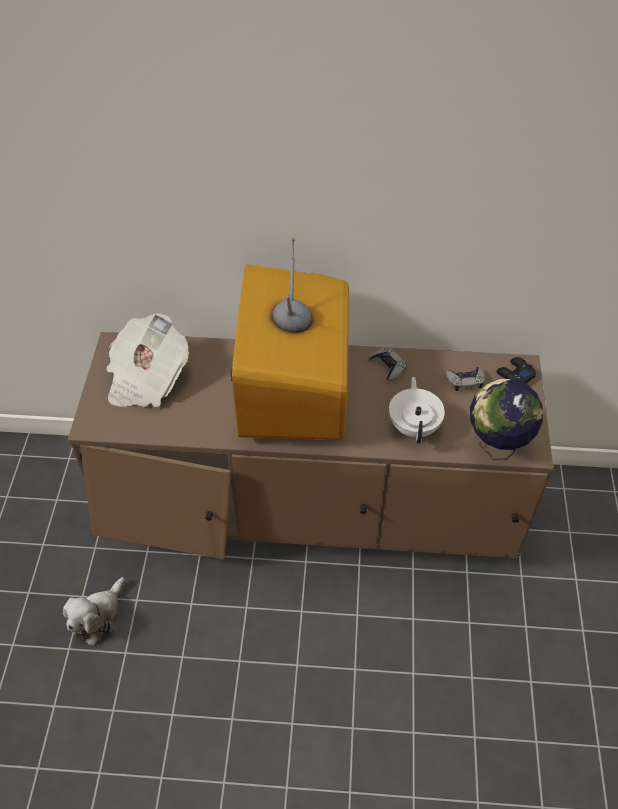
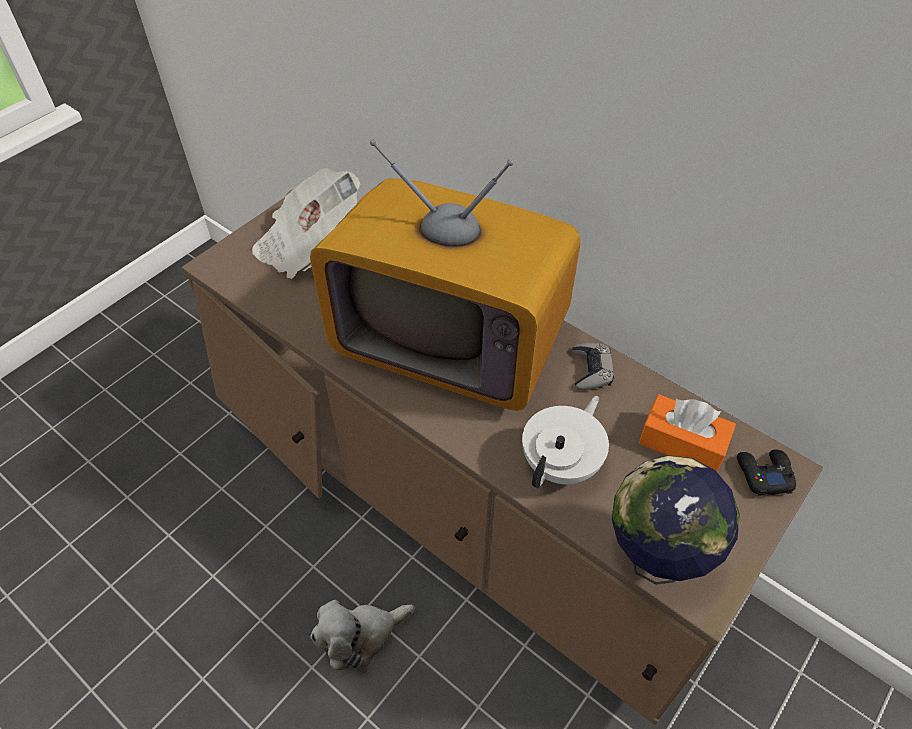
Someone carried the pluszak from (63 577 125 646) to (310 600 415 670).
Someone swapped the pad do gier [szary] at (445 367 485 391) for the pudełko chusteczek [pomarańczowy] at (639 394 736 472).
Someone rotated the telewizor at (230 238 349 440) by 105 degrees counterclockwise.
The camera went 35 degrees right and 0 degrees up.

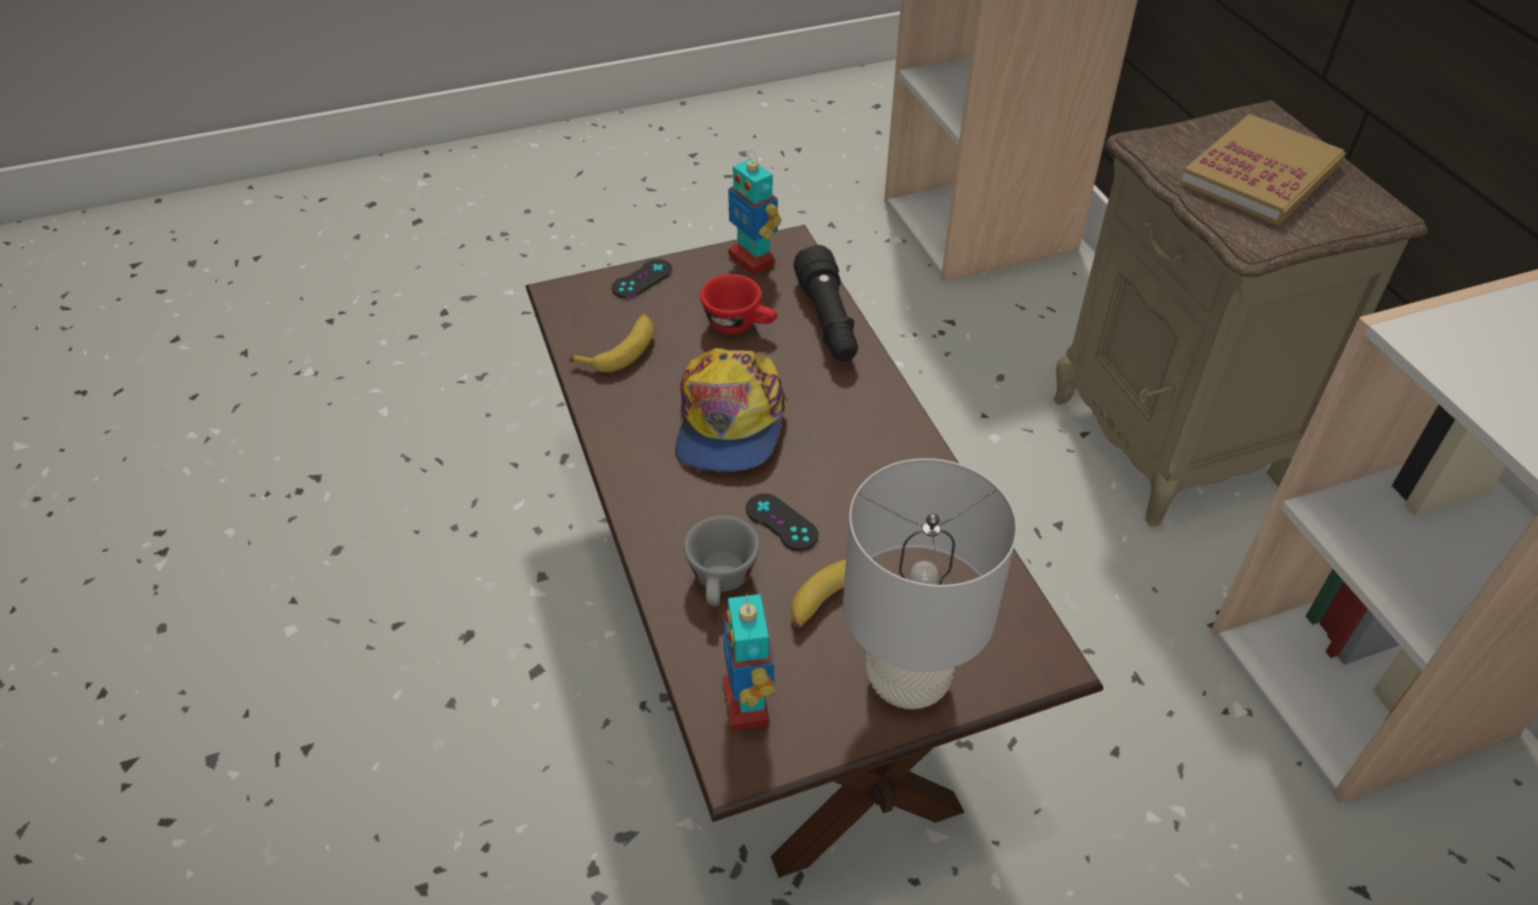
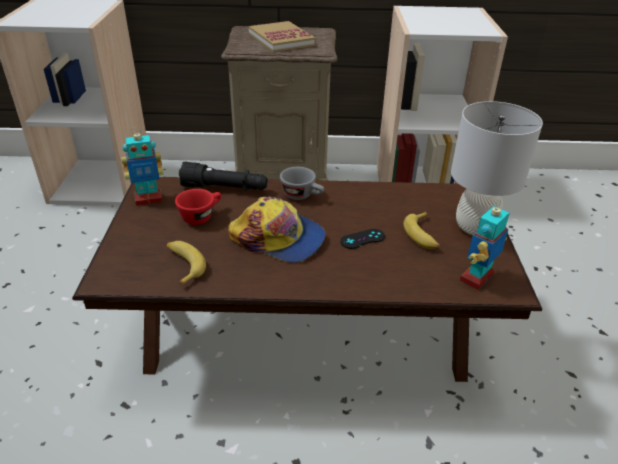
Someone took away the pad do gier [czarny] at (612 259 673 298).
Someone carried the filiżanka [szary] from (684 516 760 606) to (280 167 324 200).
Someone rotated the robot zabawkowy at (723 594 774 731) by 120 degrees clockwise.
The camera went 70 degrees left and 10 degrees down.

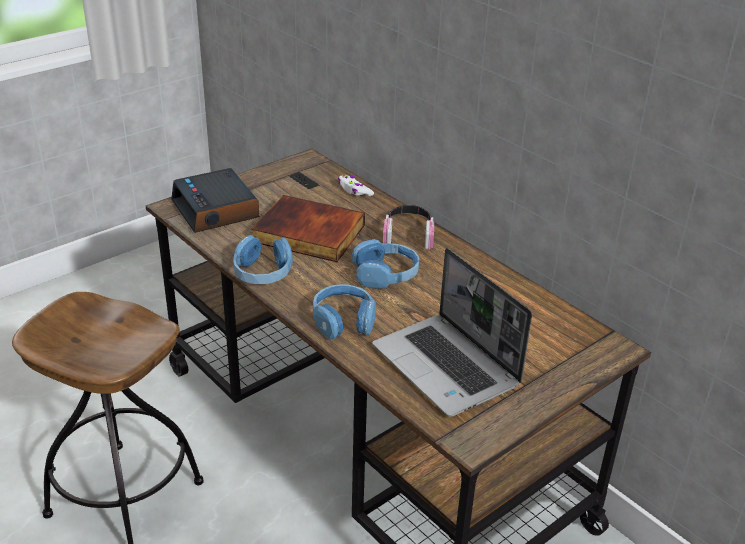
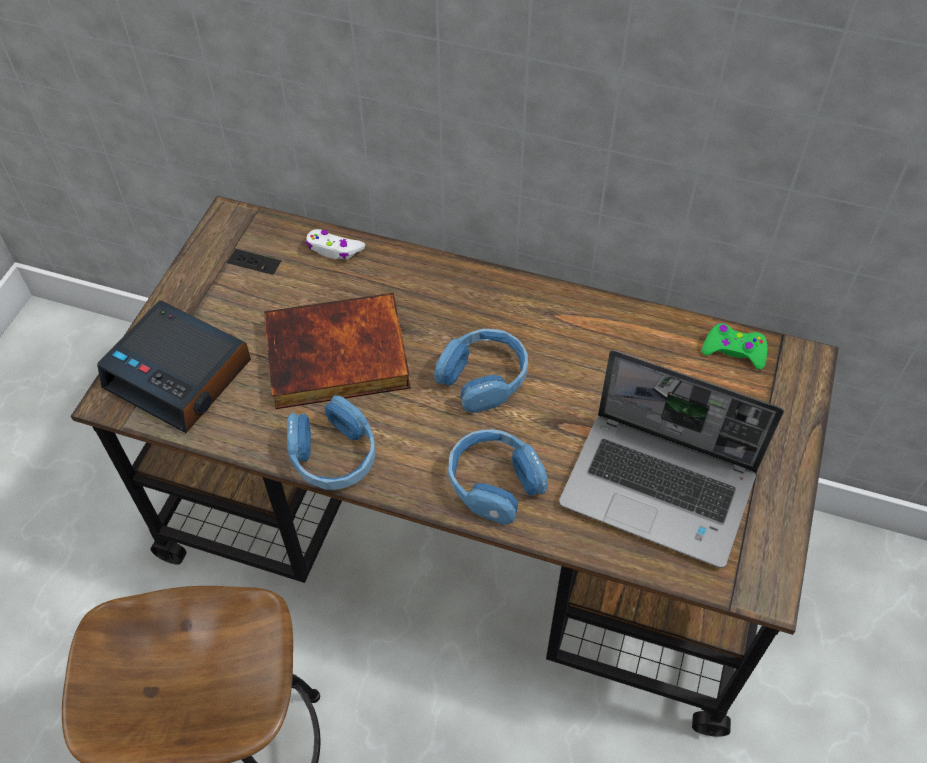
Someone took away the słuchawki at (383 205 434 250).
Someone put down the pad do gier [zielony] at (702 323 767 370).
The camera went 30 degrees left and 20 degrees up.

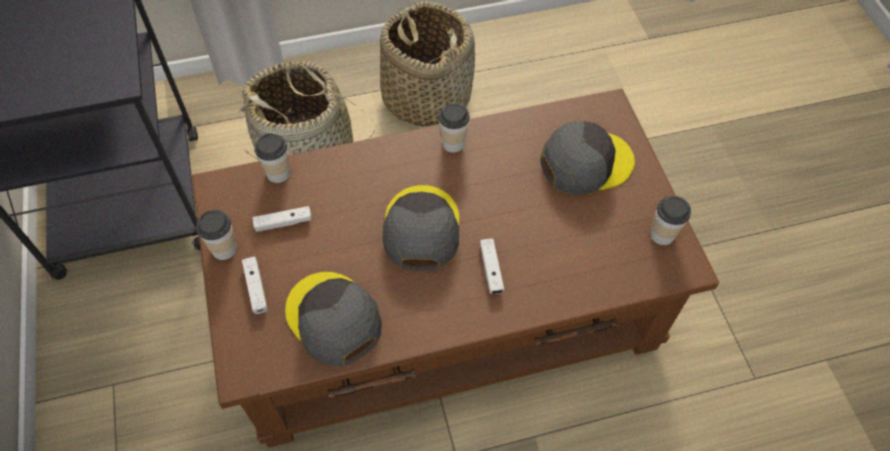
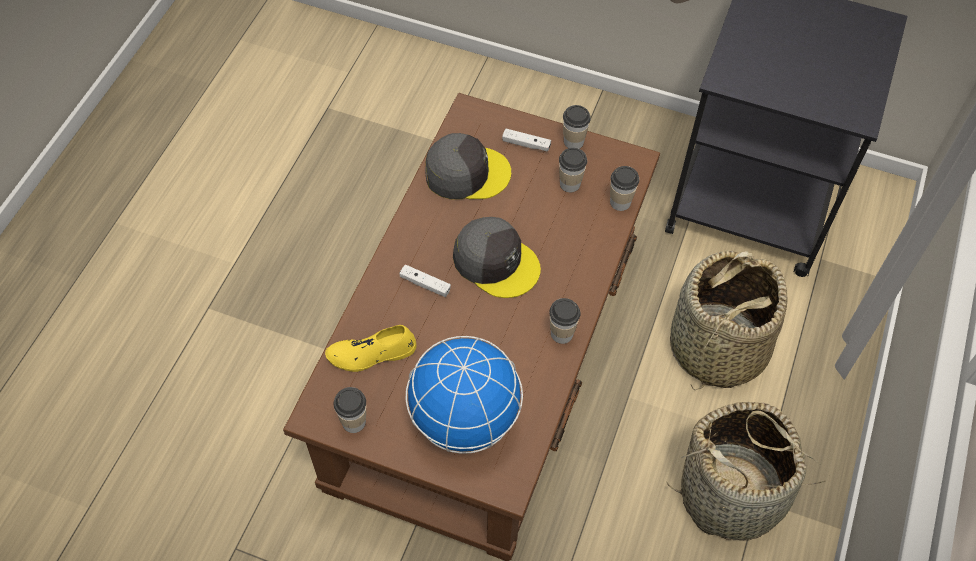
Someone put down the but [żółty] at (325 325 416 372).
Someone swapped the pad do gier [biały] at (253 206 312 232) for the filiżanka at (559 148 587 192).
Someone swapped the czapka z daszkiem [szary] at (541 121 635 195) for the globus at (406 336 523 454).
The camera went 125 degrees right and 0 degrees up.

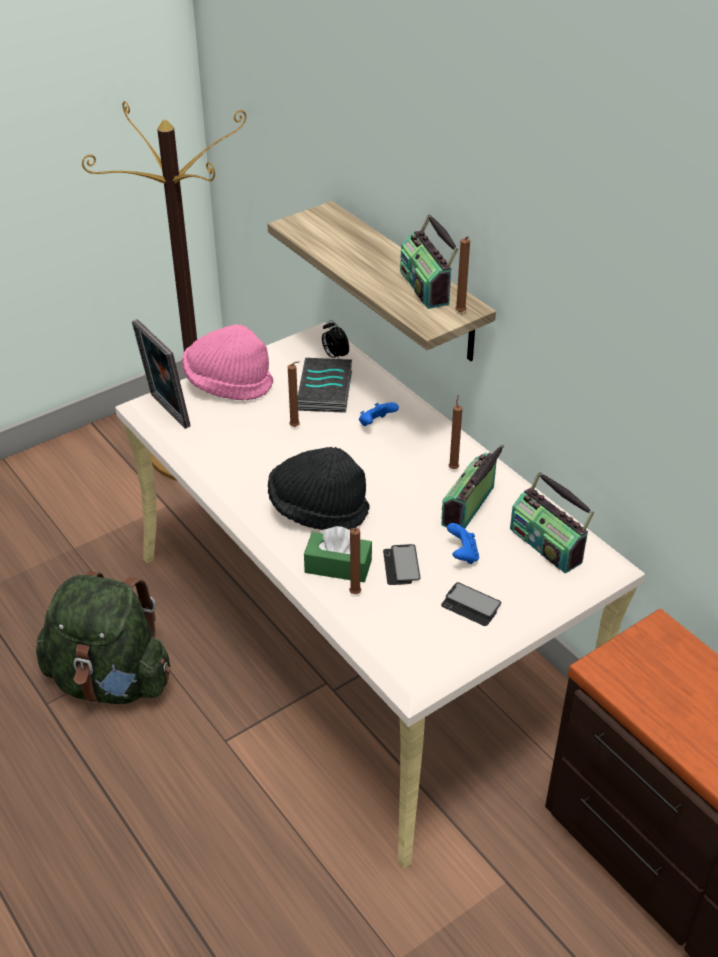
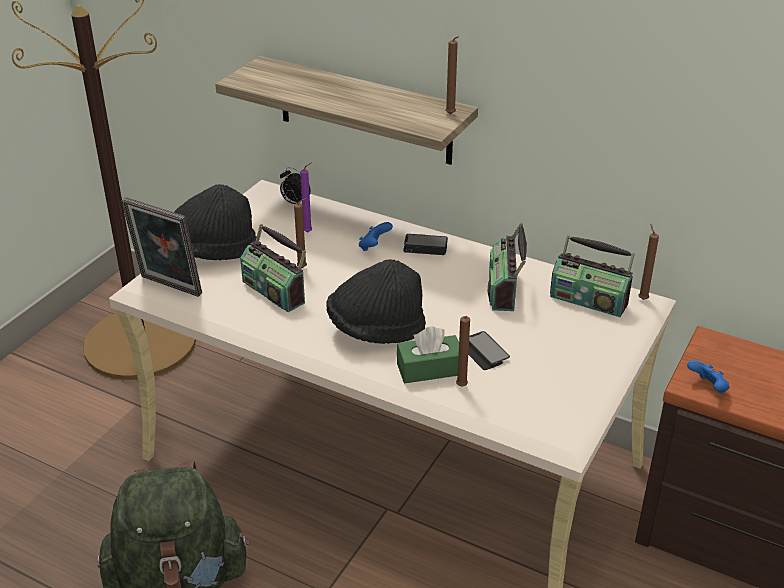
Someone carried the radio from (400 214 458 309) to (240 224 306 312).
Someone carried the telefon from (441 582 501 626) to (403 234 448 255).
Someone carried the pad do gier [niebieski] from (447 523 479 564) to (687 360 730 393).
Someone carried the świeca [brązowy] from (449 395 462 469) to (638 223 659 300).
Someone swapped the książka at (298 358 352 413) for the świeca [fioletowy] at (300 162 312 232).
Someone repainted the kapelusz [różowy] at (182 324 273 400), which became the kapelusz [czarny] at (174 184 256 260).
The camera went 25 degrees left and 5 degrees down.

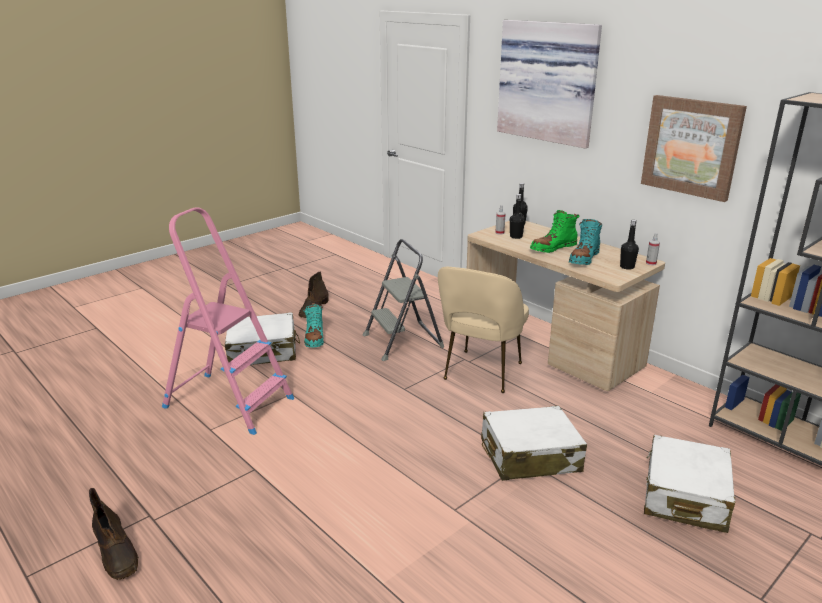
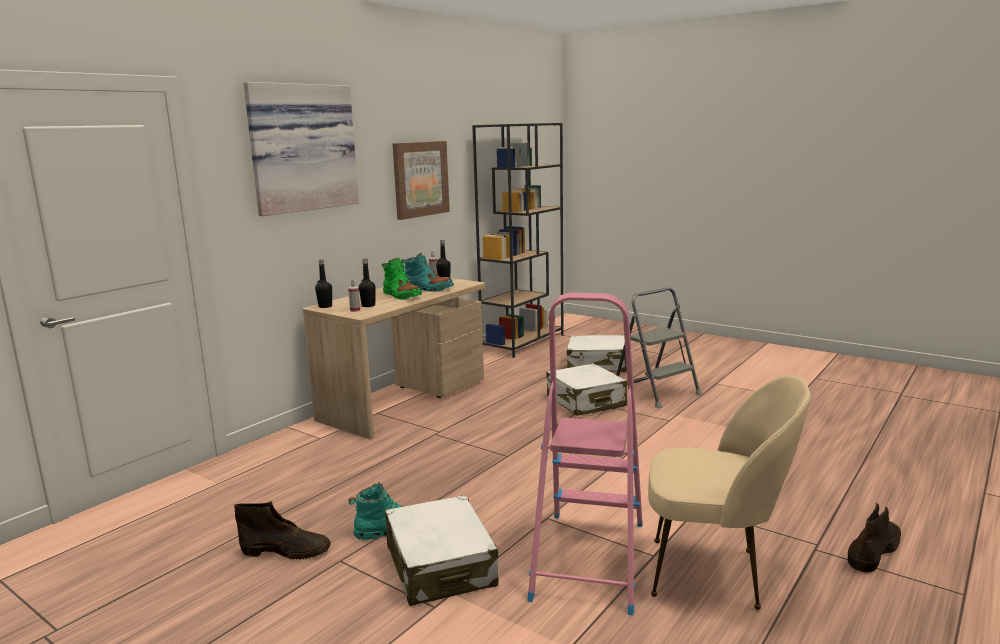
Someone carried the drabinka [szary] from (362 239 444 361) to (616 288 703 409).
Someone carried the krzesło [beżowy] from (438 267 529 393) to (648 375 811 610).
The camera went 100 degrees left and 10 degrees down.

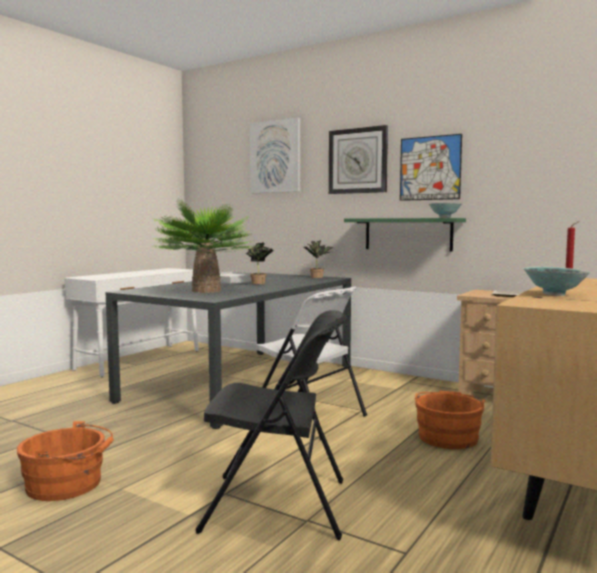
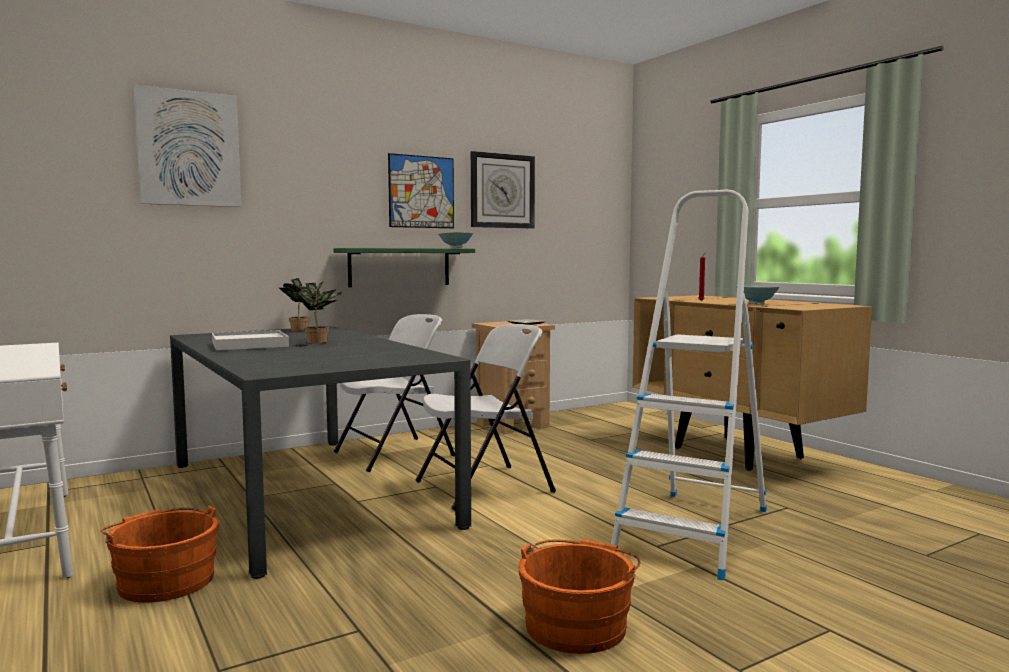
Someone took away the roślina doniczkowa at (150 198 259 293).
Someone put down the krzesło [biały] at (334 314 455 472).
Someone carried the zegar ścienny from (329 125 388 194) to (471 151 535 228).
Someone carried the wiadro [pomarańczowy] from (415 391 486 449) to (100 505 219 603).
Someone swapped the krzesło [czarny] at (196 310 347 541) for the drabinka [biały] at (611 190 767 580).
The camera went 65 degrees left and 0 degrees up.

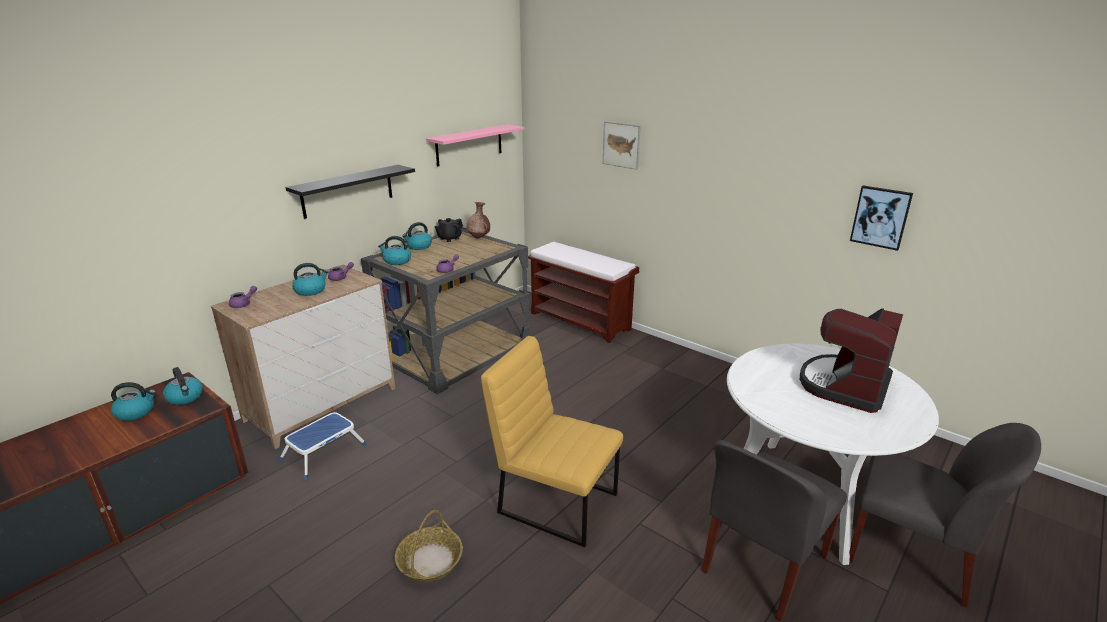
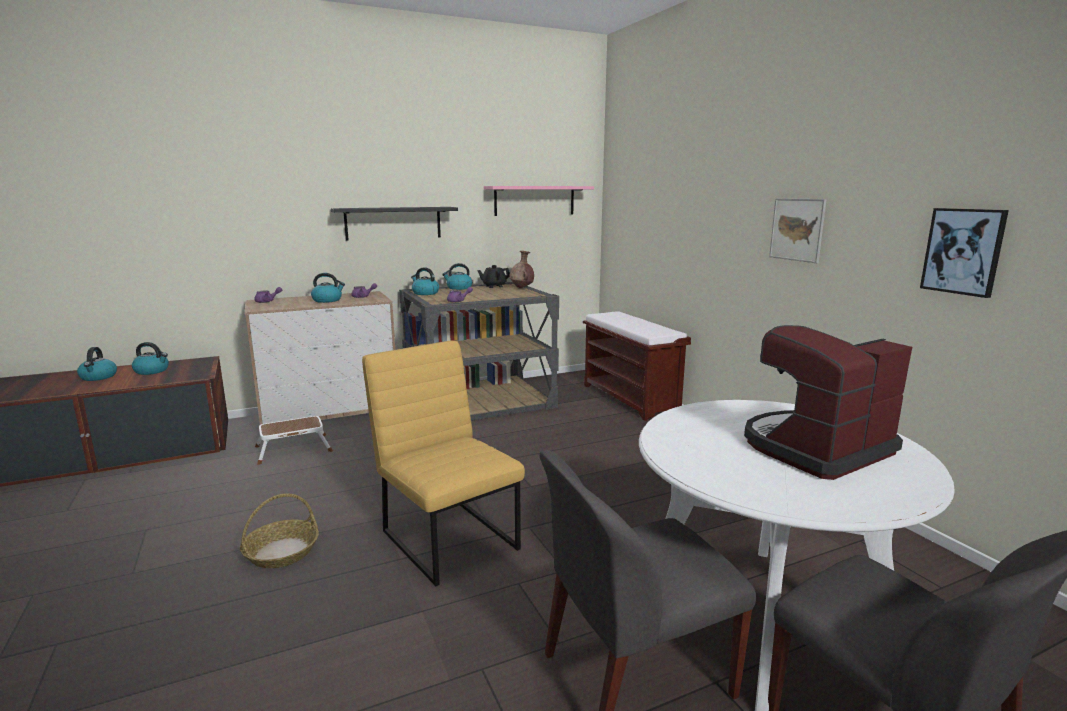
Someone carried the czajnik from (163 367 203 405) to (77 347 117 381).
Someone carried the obraz from (603 121 641 170) to (769 198 827 263).
Someone repainted the drabinka [niebieski] at (279 412 367 480), which became the drabinka [brązowy] at (255 416 333 465).
The camera went 25 degrees right and 10 degrees down.

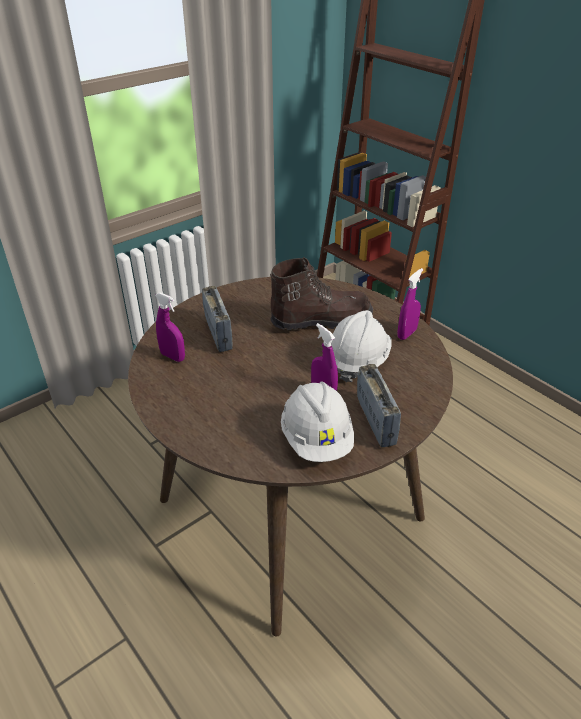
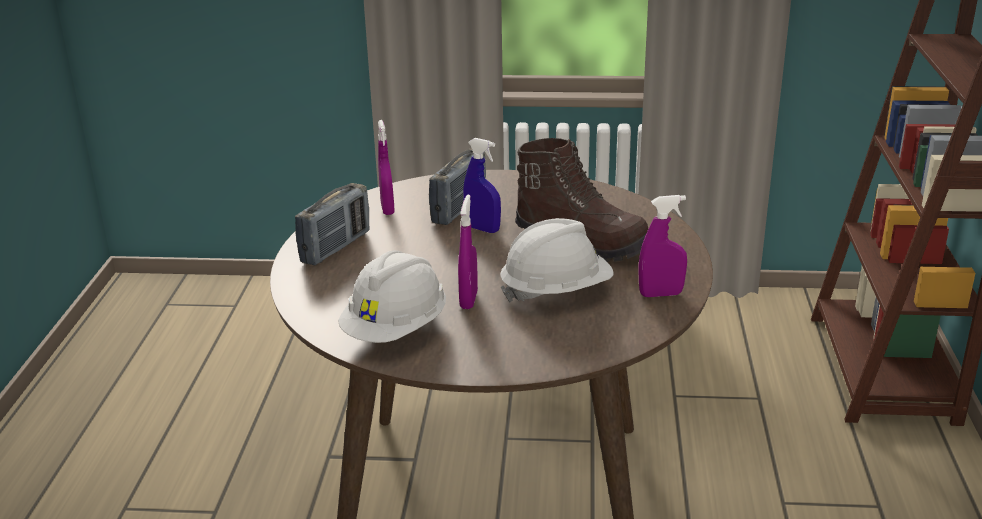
Someone put down the spryskiwacz [niebieski] at (463 138 501 233).
Someone carried the radio from (357 364 401 448) to (295 183 370 265).
The camera went 45 degrees right and 10 degrees down.

